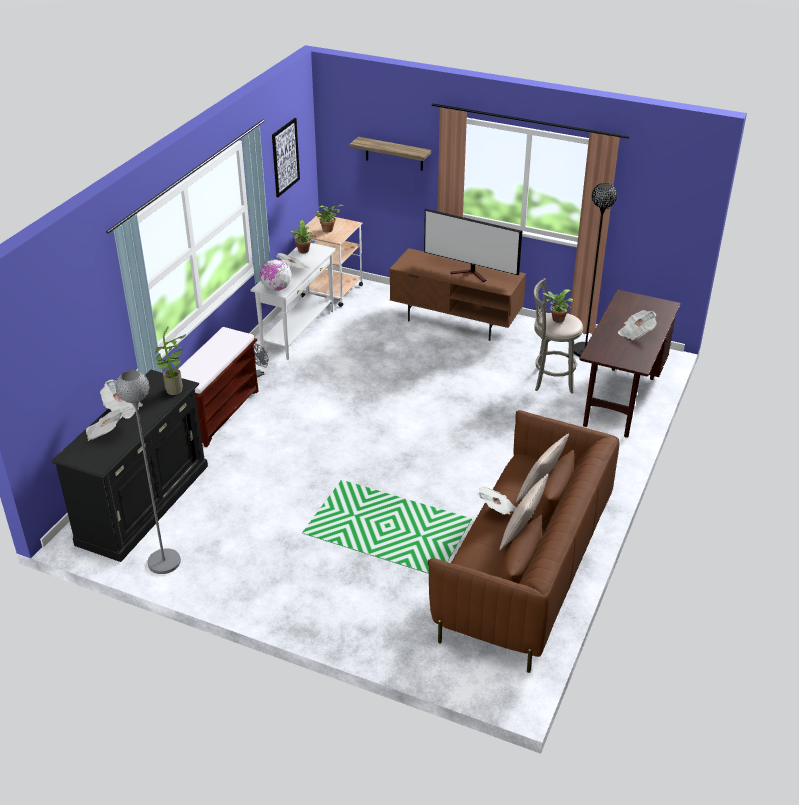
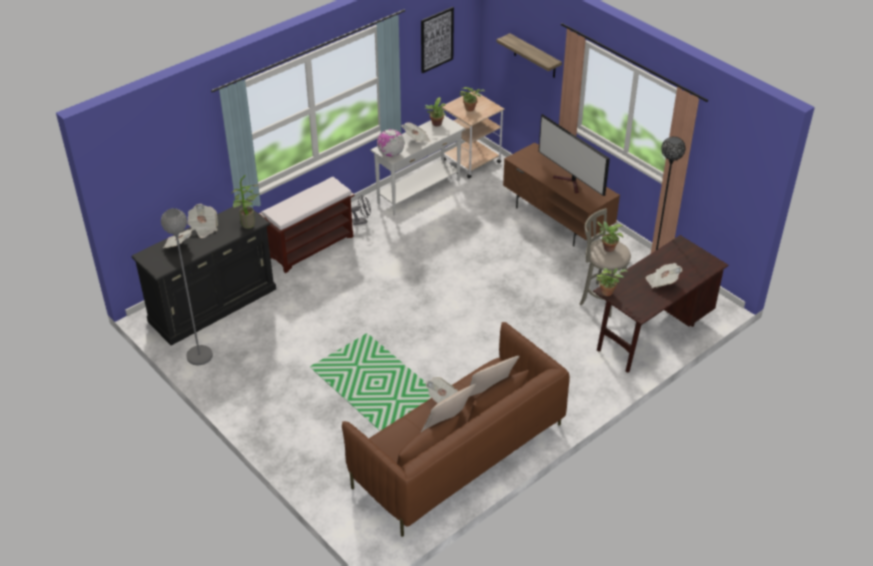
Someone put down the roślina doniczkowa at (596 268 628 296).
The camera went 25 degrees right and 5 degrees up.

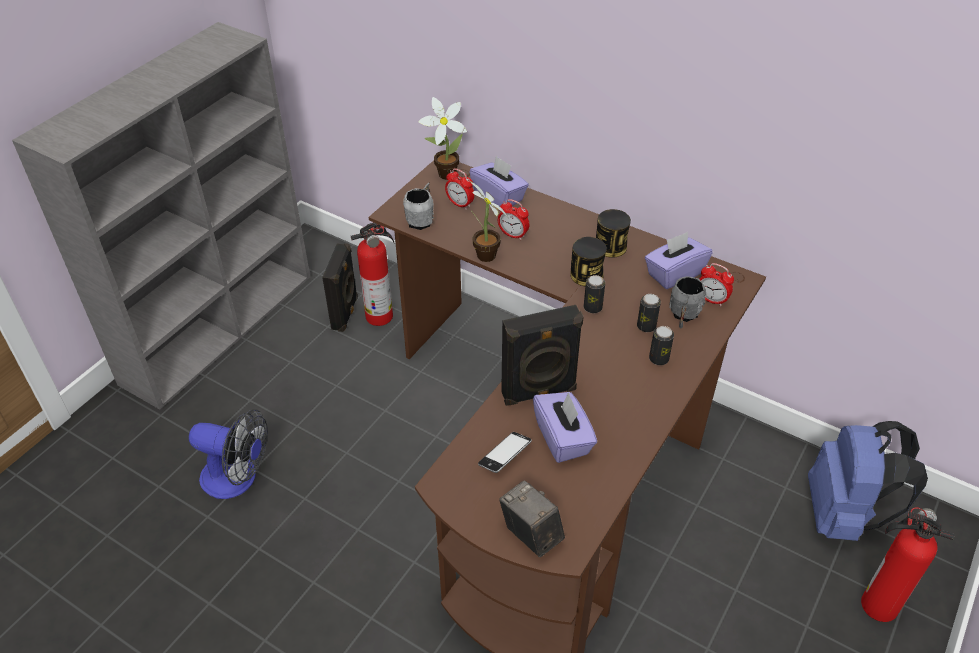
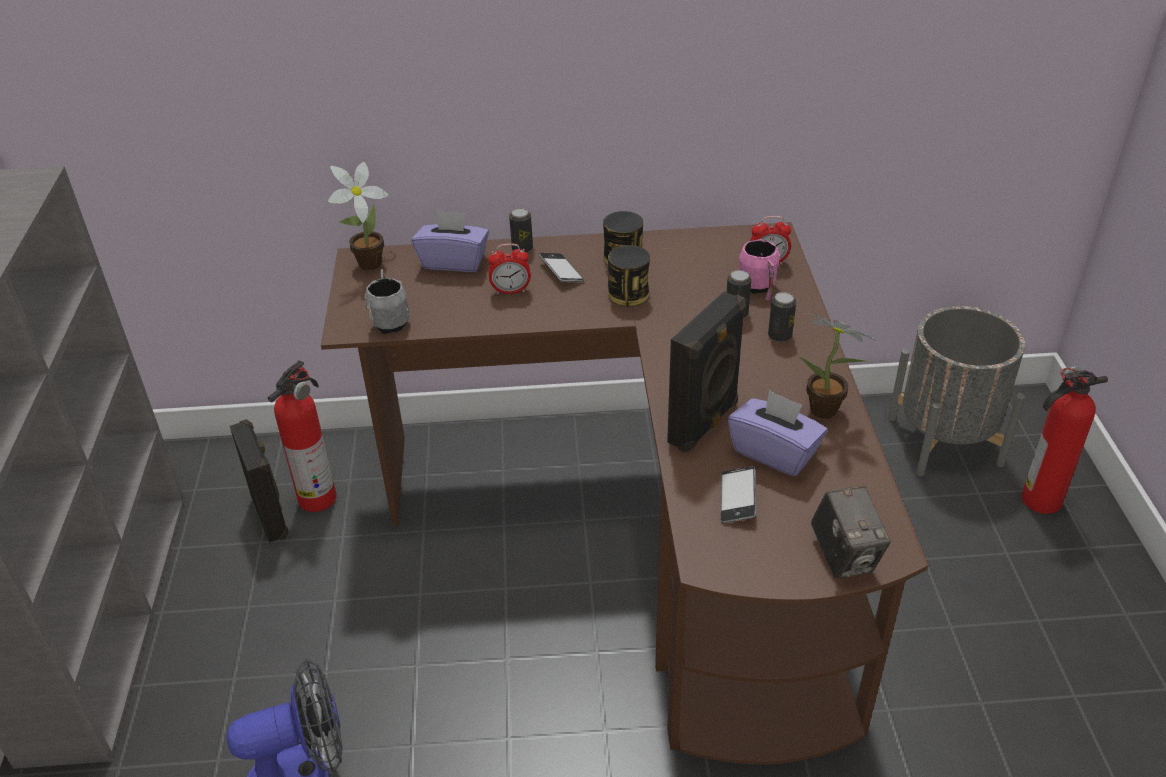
Someone took away the budzik at (445 168 474 209).
Someone took away the pudełko chusteczek [fioletowy] at (645 232 712 289).
Someone put down the telefon at (539 253 584 283).
Someone carried the roślina doniczkowa from (469 181 508 262) to (799 313 878 419).
Someone carried the puszka from (584 275 605 313) to (509 208 533 253).
Someone swapped the plecak [niebieski] at (808 421 928 541) for the donica [szary] at (888 306 1025 476).
Someone repainted the kubek [szary] at (669 276 706 328), which became the kubek [różowy] at (738 239 780 300).
Someone rotated the aparat fotograficzny at (499 481 565 557) by 120 degrees counterclockwise.
The camera went 35 degrees left and 5 degrees down.

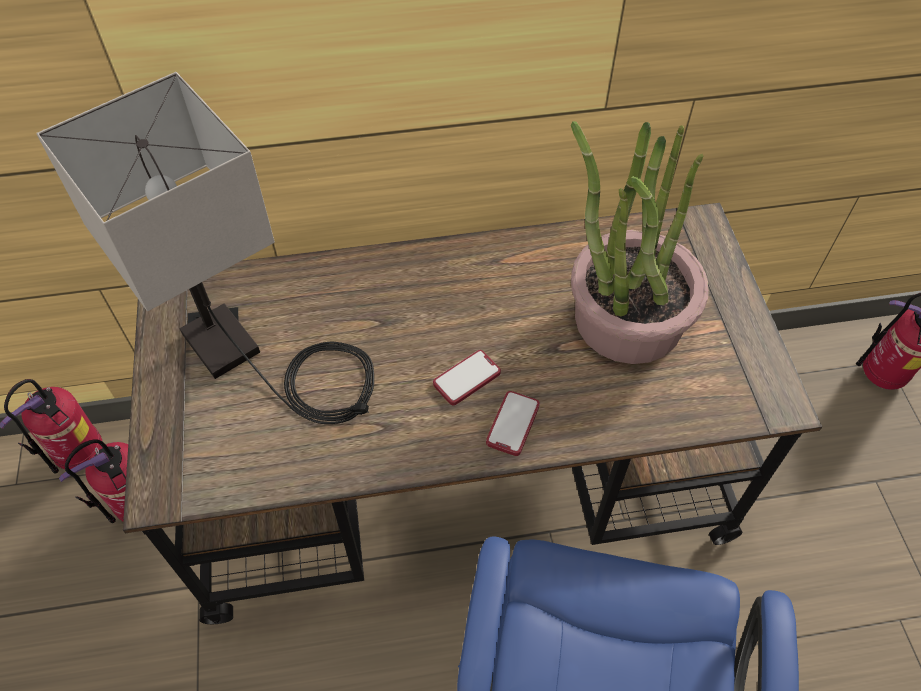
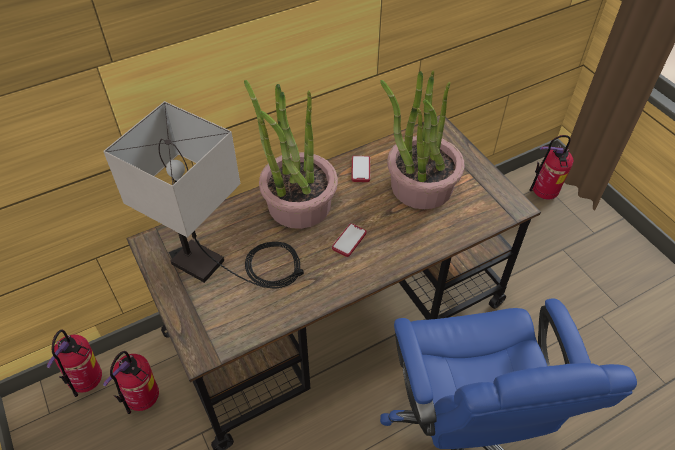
Someone put down the roślina doniczkowa at (244 80 338 229).
Someone carried the telefon from (486 391 540 456) to (351 156 370 182).
The camera went 20 degrees left and 5 degrees down.

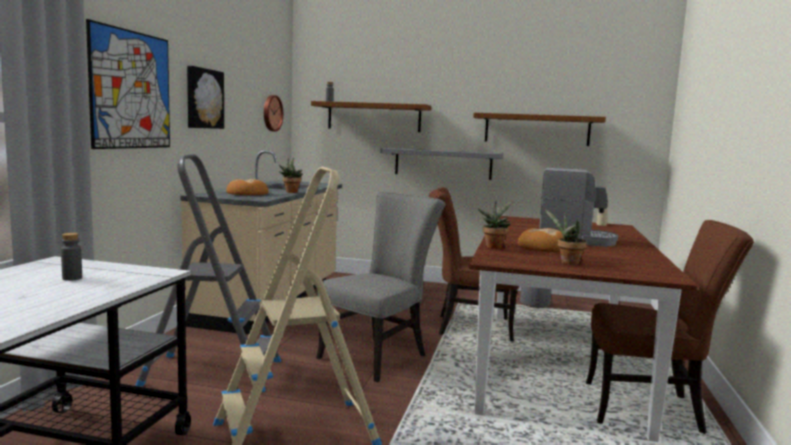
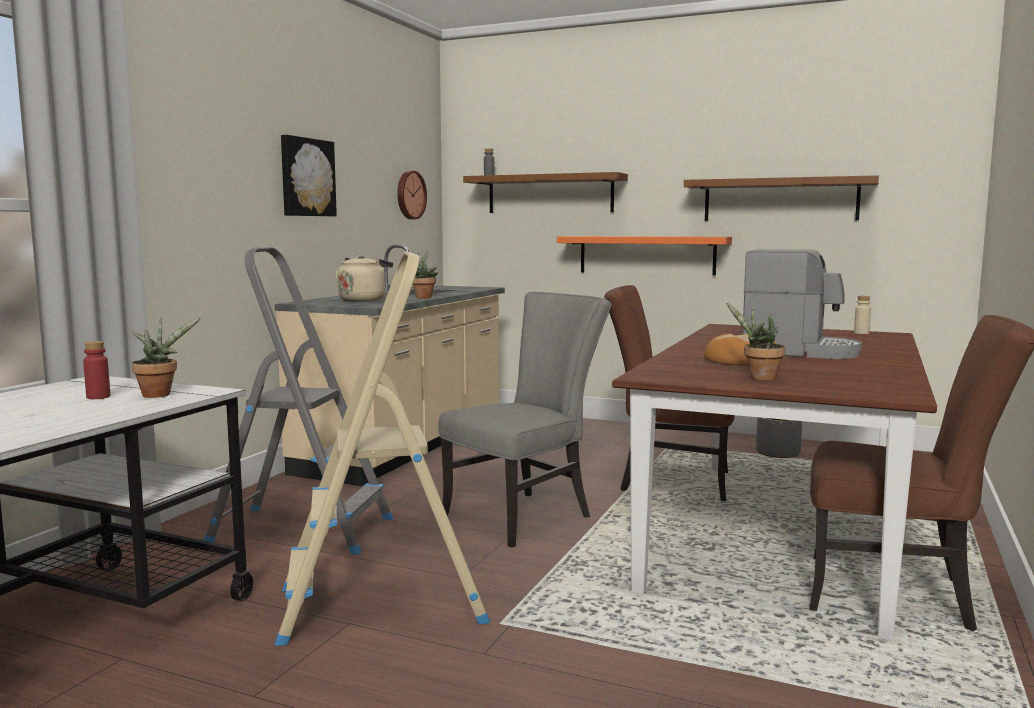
Someone took away the obraz at (86 19 170 149).
Someone carried the roślina doniczkowa from (478 200 514 249) to (132 317 202 398).
Someone swapped the chleb at (226 179 269 195) for the czajnik [beżowy] at (335 255 393 302).
Someone repainted the butelka [szary] at (61 233 82 281), which became the butelka [czerwony] at (83 341 110 399).
Someone repainted the półka [szary] at (380 148 503 180), which became the półka [pomarańczowy] at (557 236 732 276).
The camera went 10 degrees right and 0 degrees up.

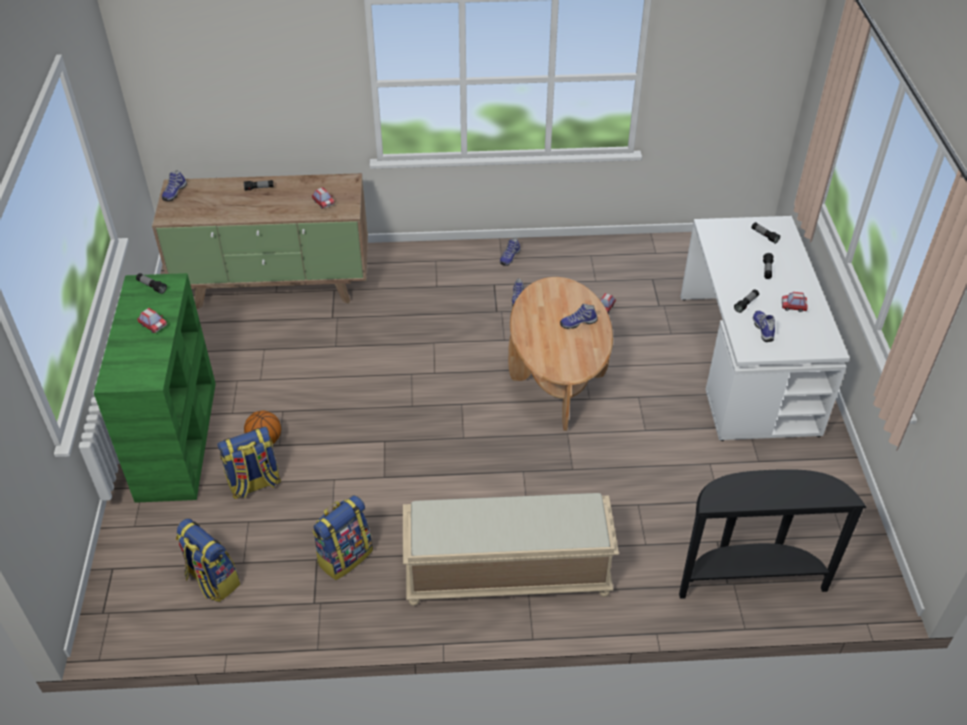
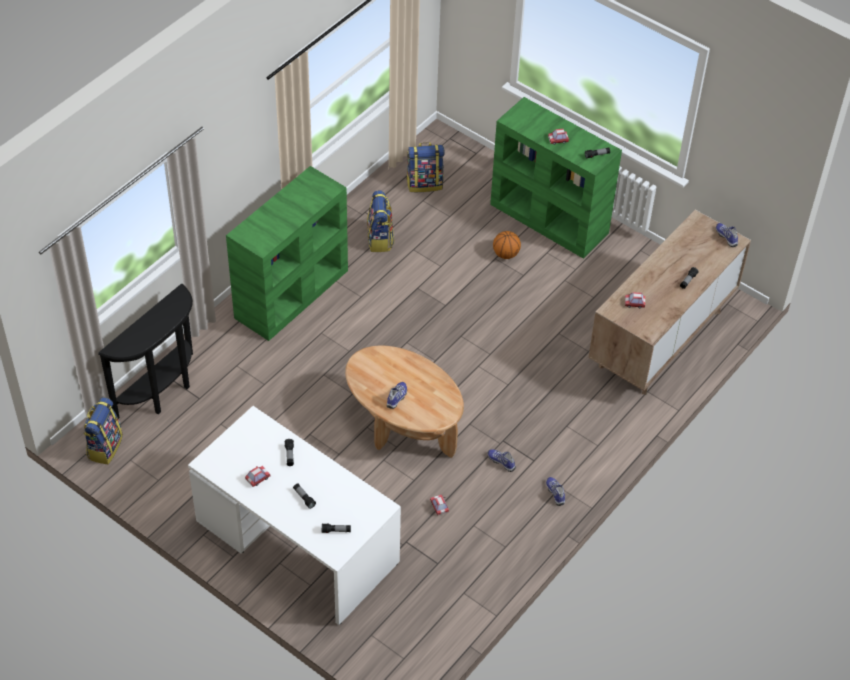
Someone took away the but at (753 311 775 342).
Someone carried the plecak from (217 426 281 499) to (83 397 123 464).
Someone swapped the ławka [beżowy] at (403 493 619 606) for the regał [zielony] at (226 166 348 341).
The camera went 130 degrees right and 5 degrees up.

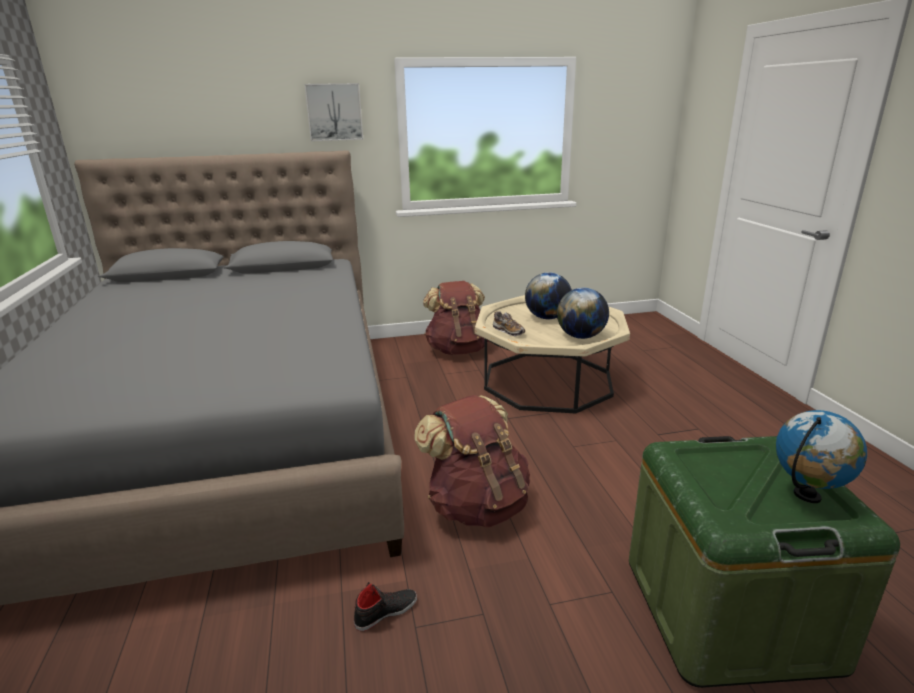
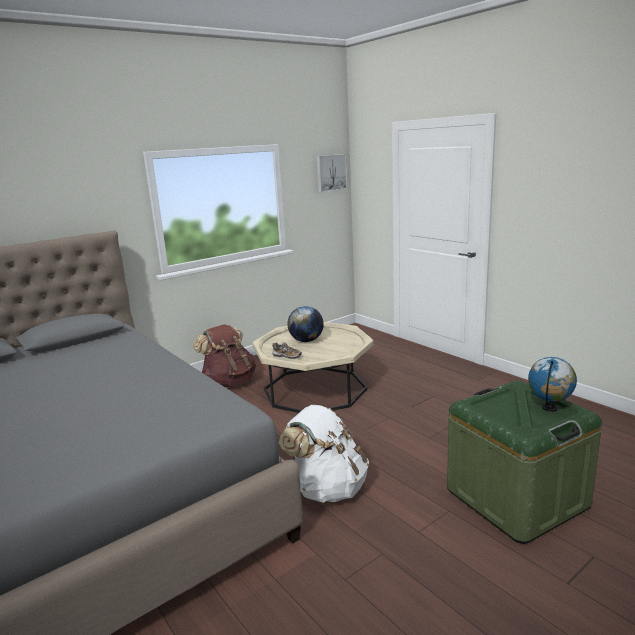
Someone took away the but [czarny] at (354 582 417 631).
Someone took away the globus at (557 288 609 339).
Someone carried the obraz from (305 83 363 141) to (317 154 347 192).
Someone repainted the plecak [brązowy] at (414 395 530 527), which became the plecak [biały] at (279 405 369 503).
The camera went 25 degrees left and 5 degrees down.

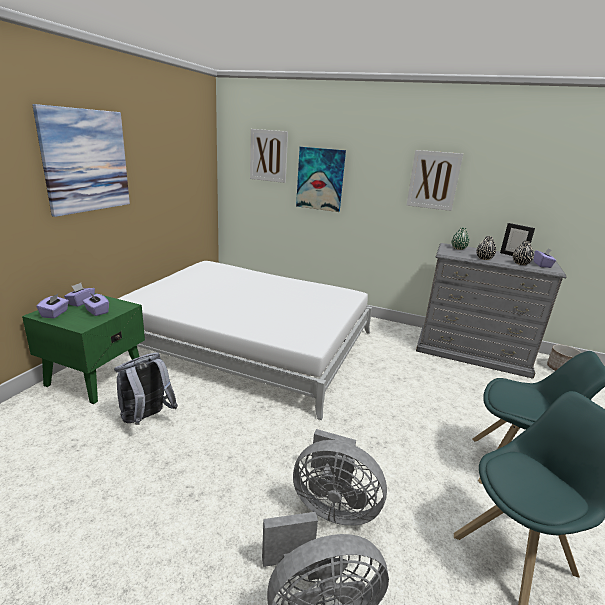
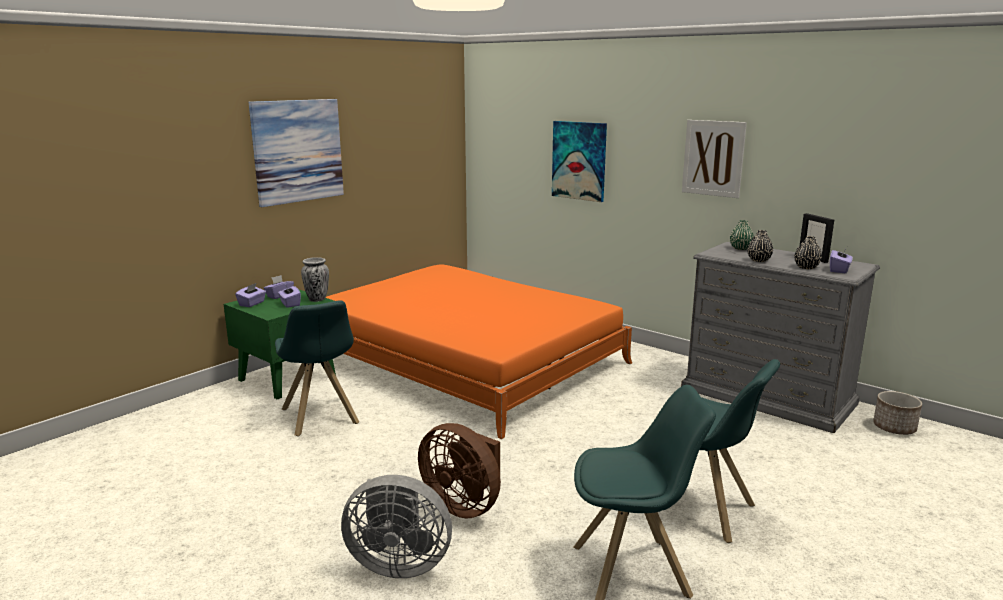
Someone took away the obraz at (250 129 288 183).
Someone put down the wazon at (301 257 329 302).
Someone swapped the plecak [szary] at (114 353 178 425) for the krzesło [turkusowy] at (275 300 359 436).
Someone repainted the łóżko [biały] at (118 261 372 420), which became the łóżko [pomarańczowy] at (326 264 632 439).
Someone repainted the wentylator [szary] at (293 429 387 526), which became the wentylator [brązowy] at (418 423 501 518).
The camera went 20 degrees right and 5 degrees down.

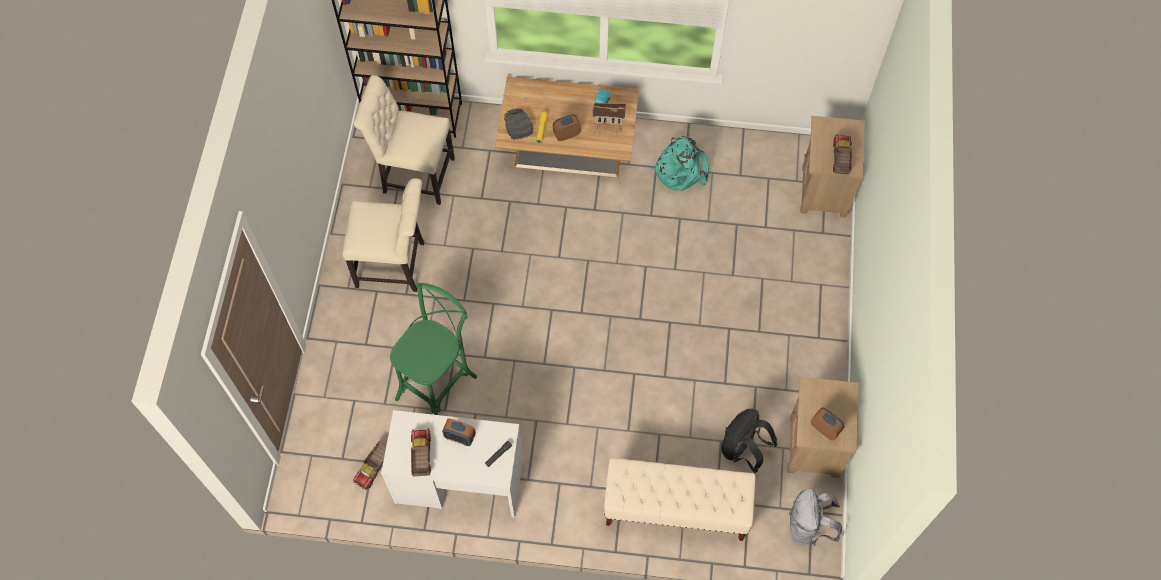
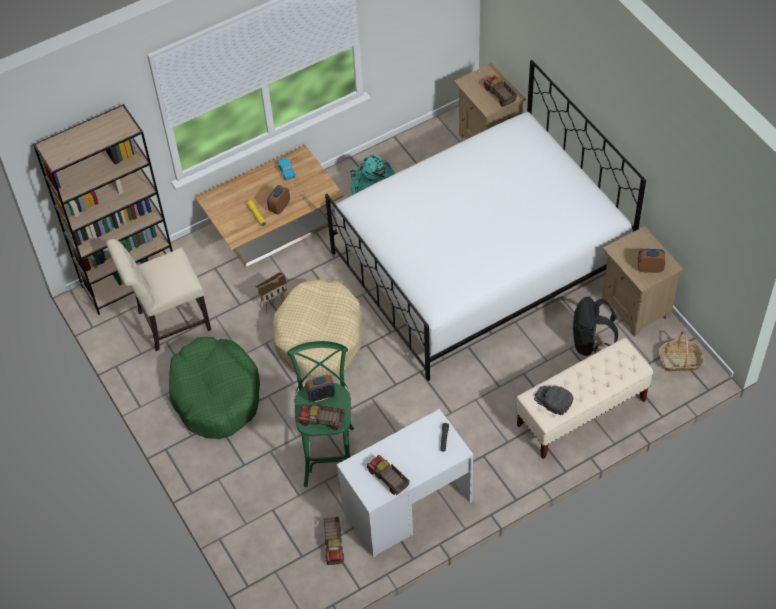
Someone put down the legowisko [beżowy] at (273 280 362 378).
Someone put down the ciężarówka zabawkowa at (298 405 345 430).
Someone put down the łóżko [biały] at (325 60 646 381).
Someone carried the budzik from (442 419 476 446) to (305 375 336 403).
Someone carried the czapka z daszkiem [czarny] from (504 108 533 140) to (534 385 573 415).
Someone carried the domek from (593 103 626 135) to (255 272 287 314).
Someone swapped the krzesło [beżowy] at (343 178 424 292) for the legowisko [zielony] at (169 337 260 439).
Someone swapped the plecak [szary] at (789 489 842 546) for the koszyk at (659 331 704 372).
The camera went 35 degrees left and 10 degrees down.

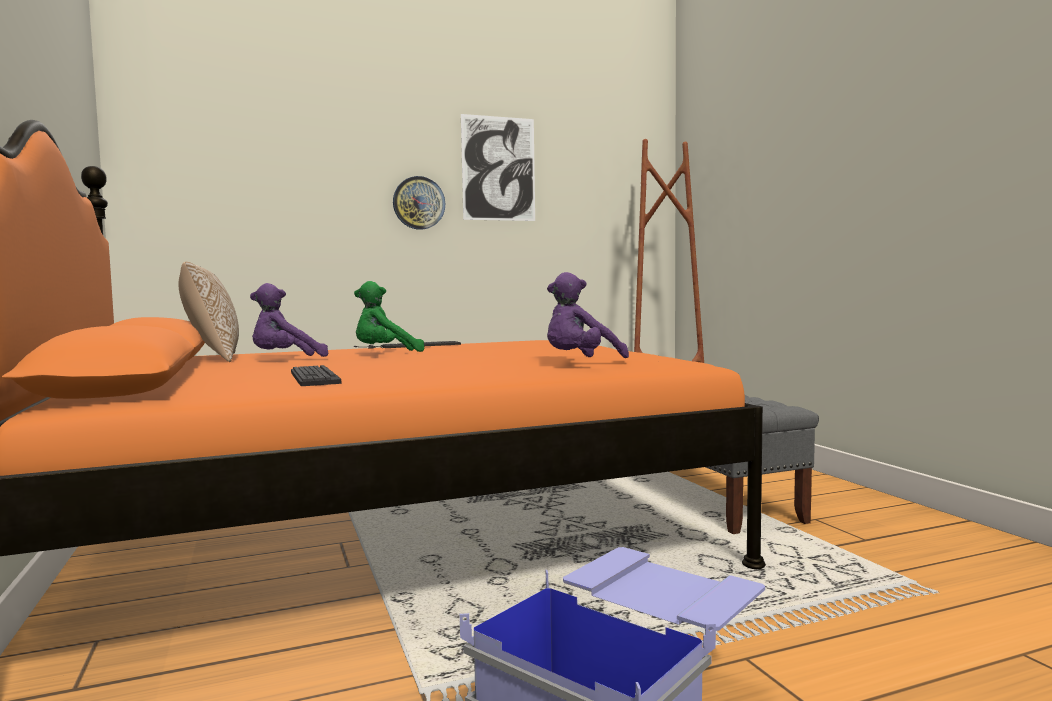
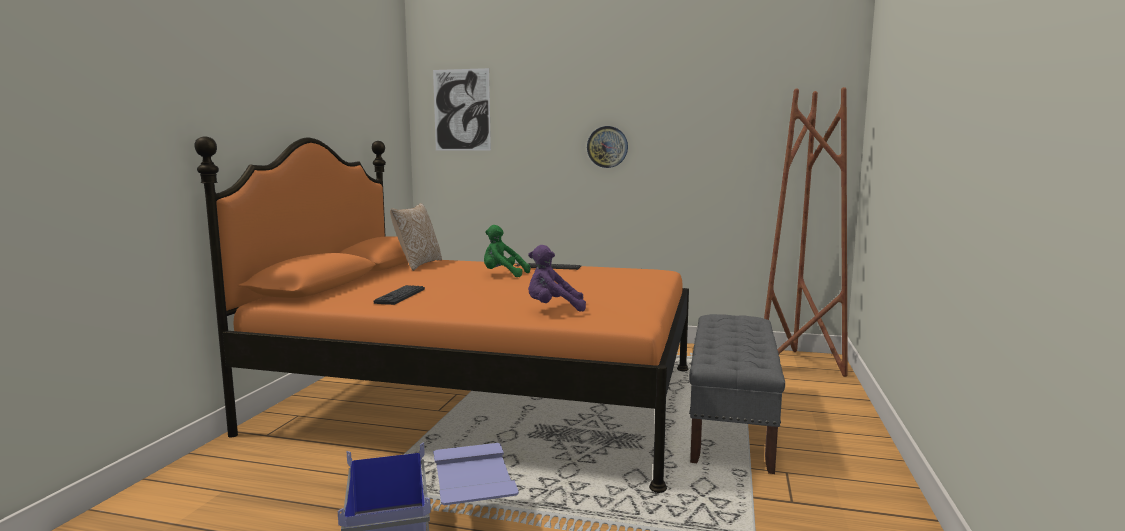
Someone took away the pluszak [fioletowy] at (250 283 328 357).
Someone carried the obraz from (461 114 535 221) to (433 68 491 151).
The camera went 35 degrees right and 5 degrees up.

